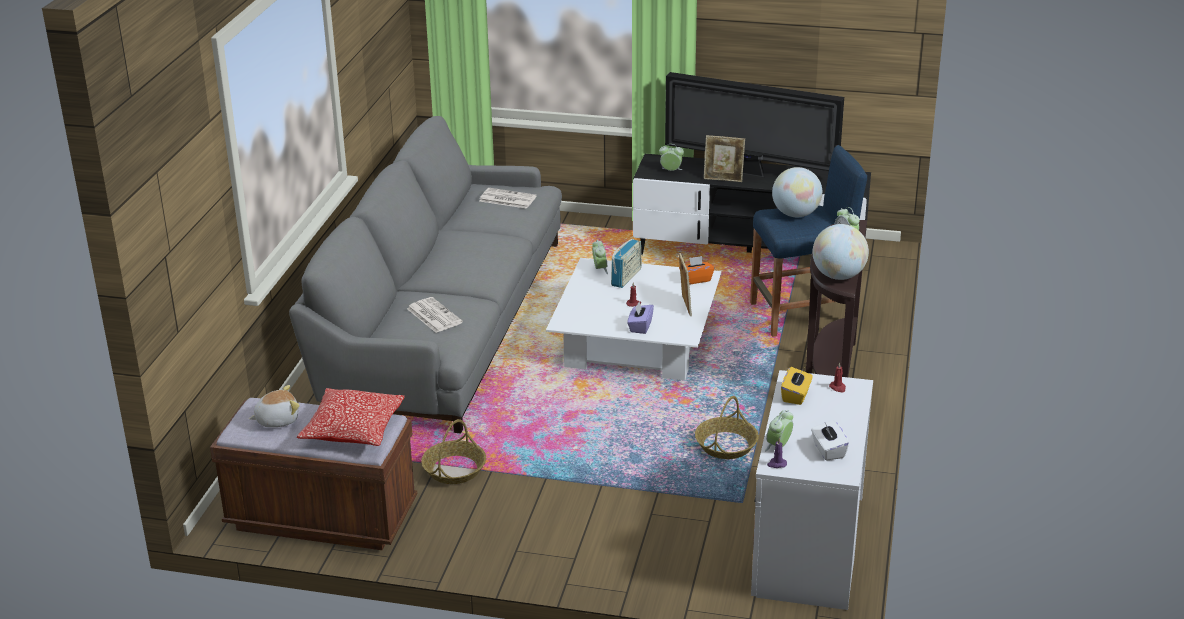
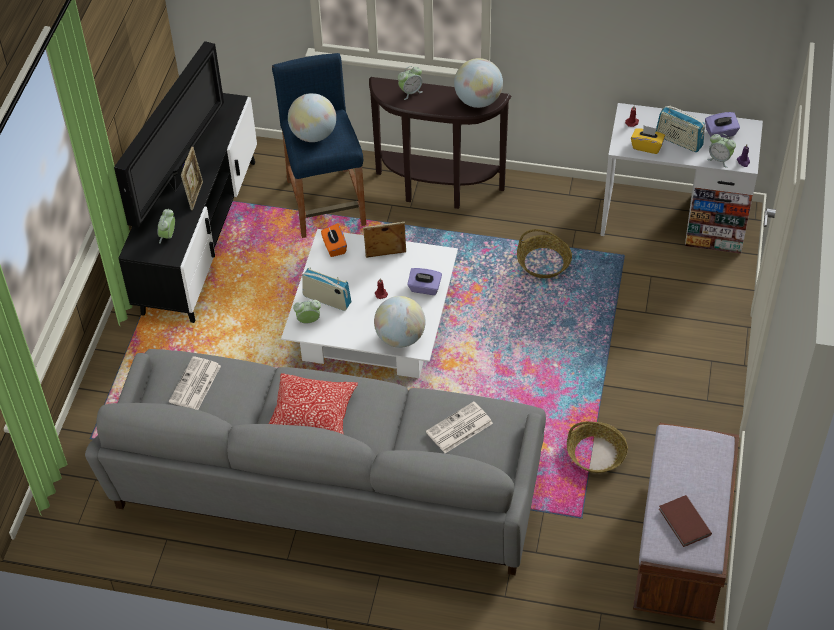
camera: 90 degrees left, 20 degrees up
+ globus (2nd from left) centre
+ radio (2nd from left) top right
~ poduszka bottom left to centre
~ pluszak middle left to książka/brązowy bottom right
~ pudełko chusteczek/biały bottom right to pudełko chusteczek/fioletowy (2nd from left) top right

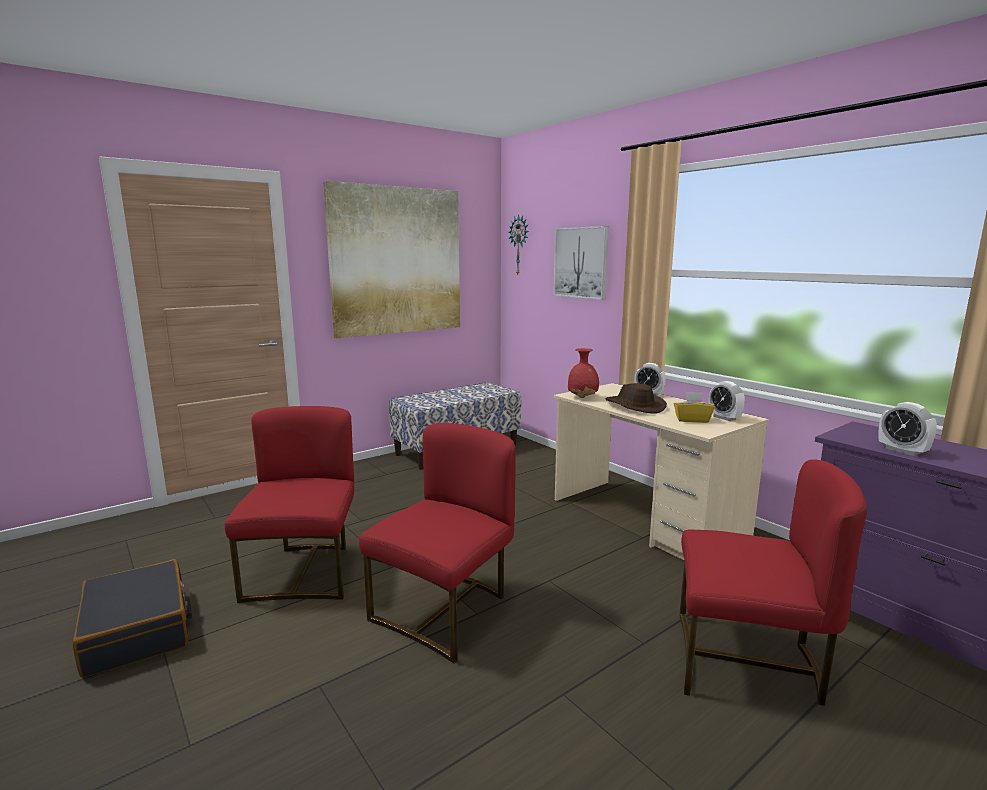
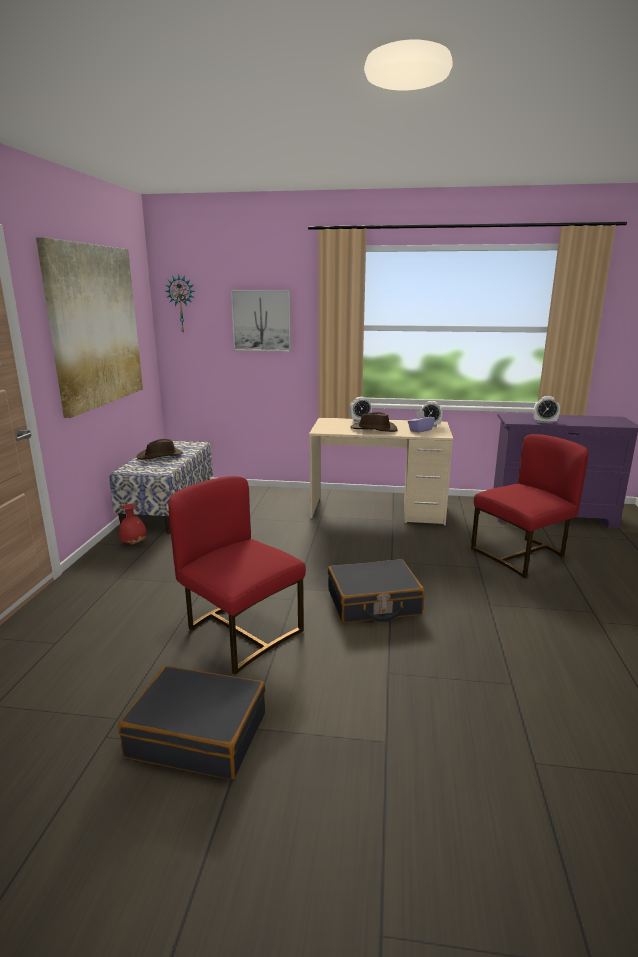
camera: 45 degrees left, 5 degrees up
+ kapelusz/brązowy (1st from left) middle left
~ wazon/czerwony centre to middle left
~ krzesło/czerwony (2nd from left) bottom centre to walizka/czarny (2nd from left) centre
~ pudełko chusteczek/żółty middle right to pudełko chusteczek/fioletowy centre

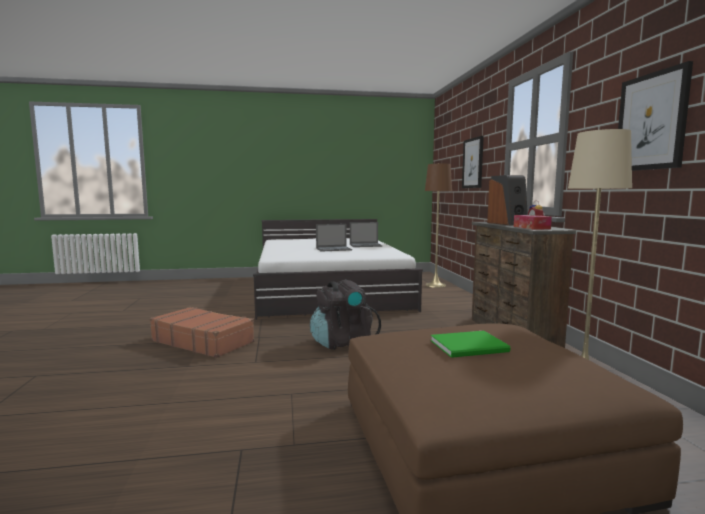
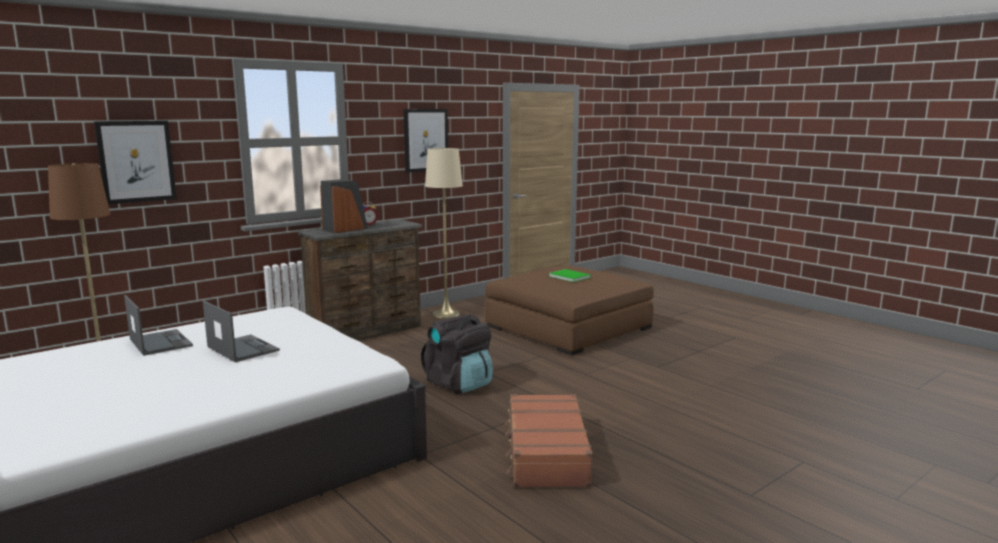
camera: 120 degrees left, 5 degrees up
- pudełko chusteczek middle right

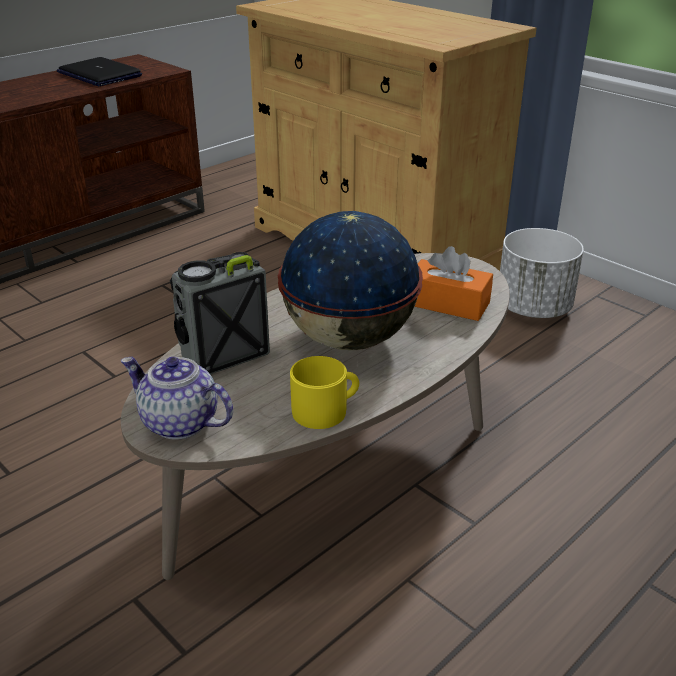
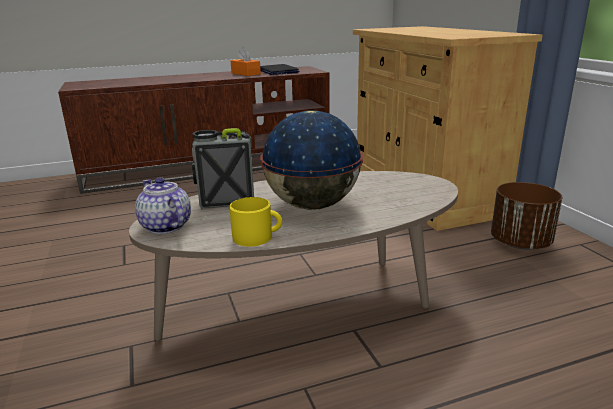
camera: 25 degrees right, 10 degrees down
~ pudełko chusteczek/pomarańczowy middle right to top centre
~ donica/biały middle right to donica/brązowy middle right

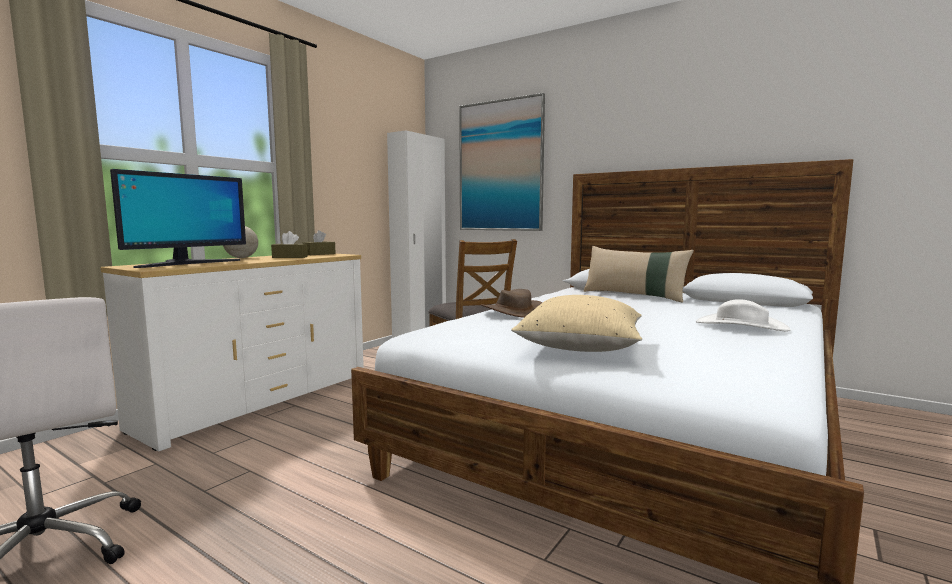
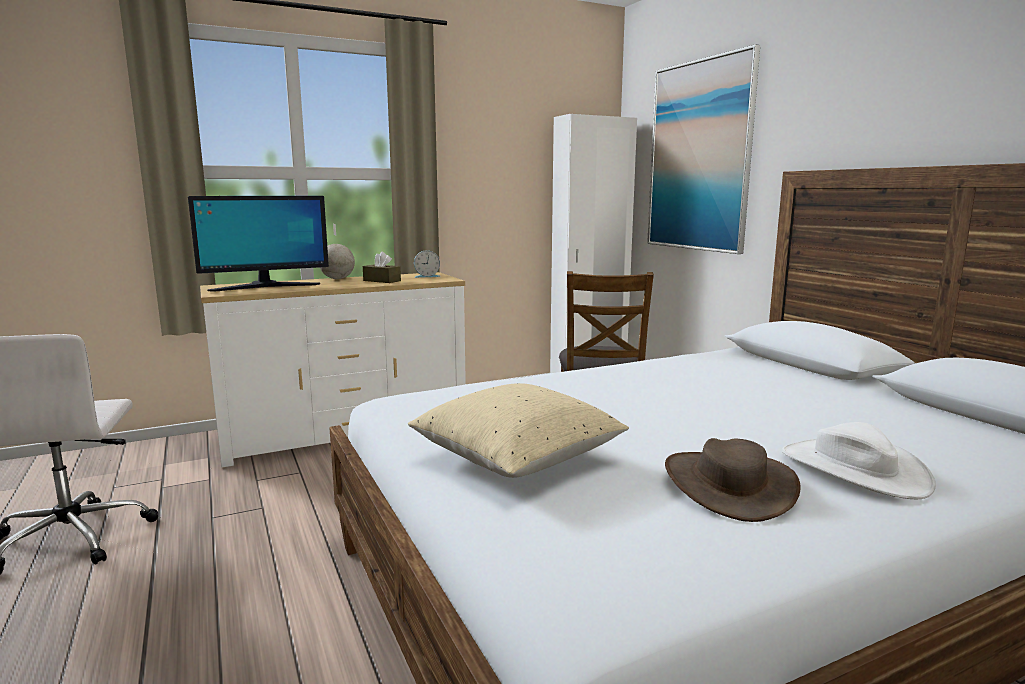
camera: 30 degrees right, 5 degrees up
- poduszka/beżowy (2nd from left) middle right
~ kapelusz/brązowy centre to bottom right
~ pudełko chusteczek/brązowy (2nd from left) centre to budzik centre

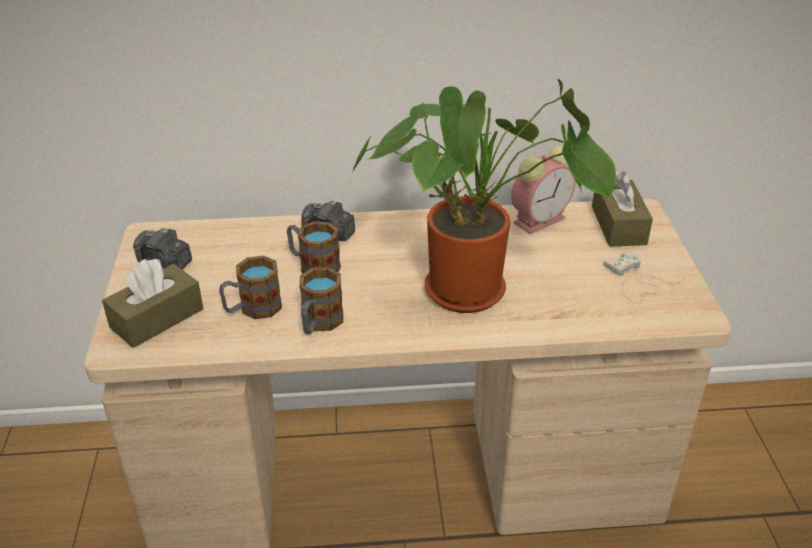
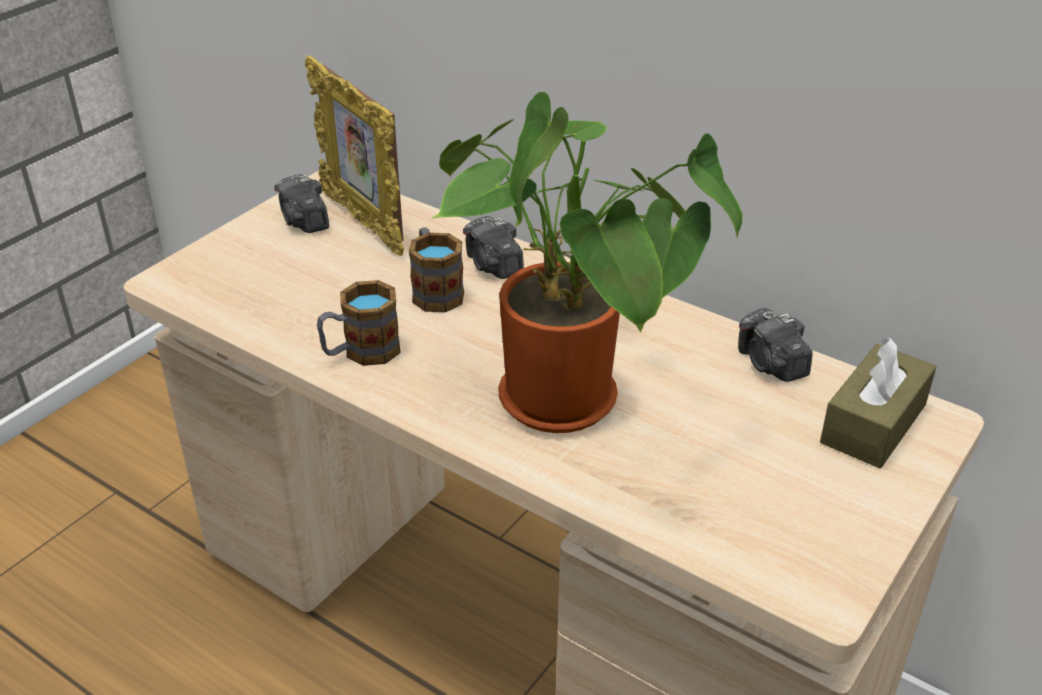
camera: 40 degrees right, 0 degrees up
- pudełko chusteczek/brązowy (1st from left) middle left
- kubek (1st from left) middle left
- pad do gier/biały middle right
+ ramka na zdjęcie top centre
~ budzik middle right to aparat fotograficzny (3rd from left) middle right

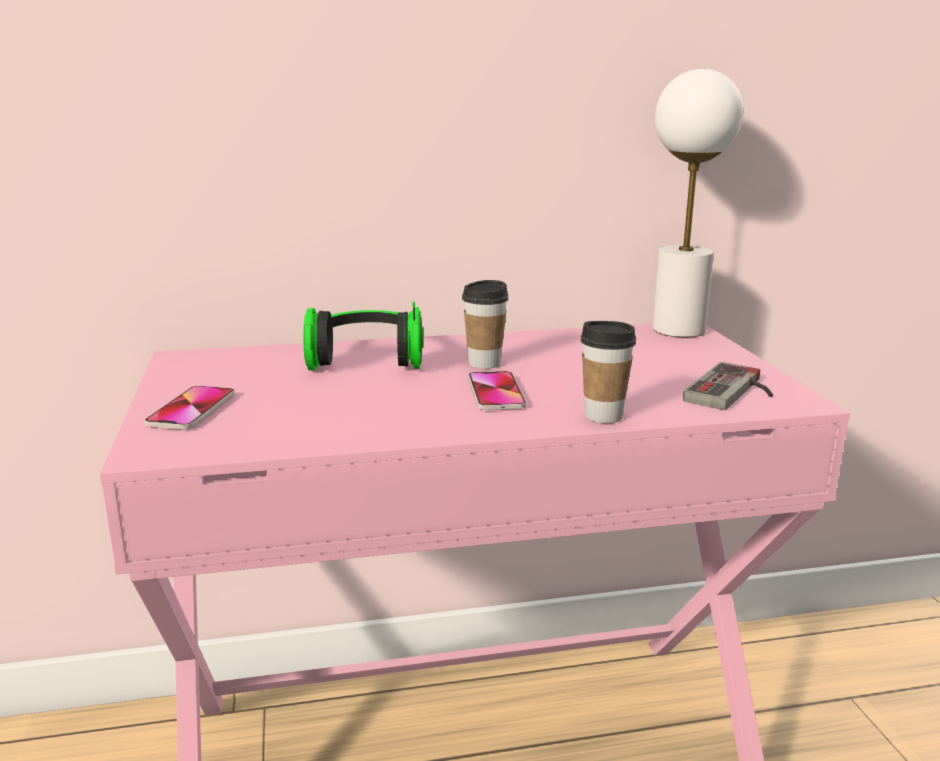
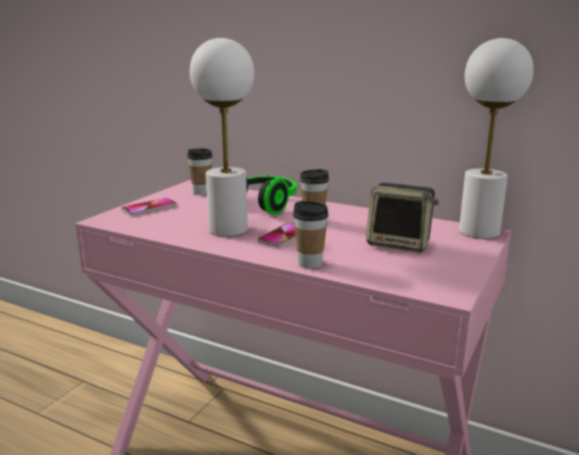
camera: 40 degrees right, 0 degrees up
- pad do gier middle right
+ filiżanka (1st from left) centre
+ lampa stołowa/biały (1st from left) top centre
+ głośnik middle right

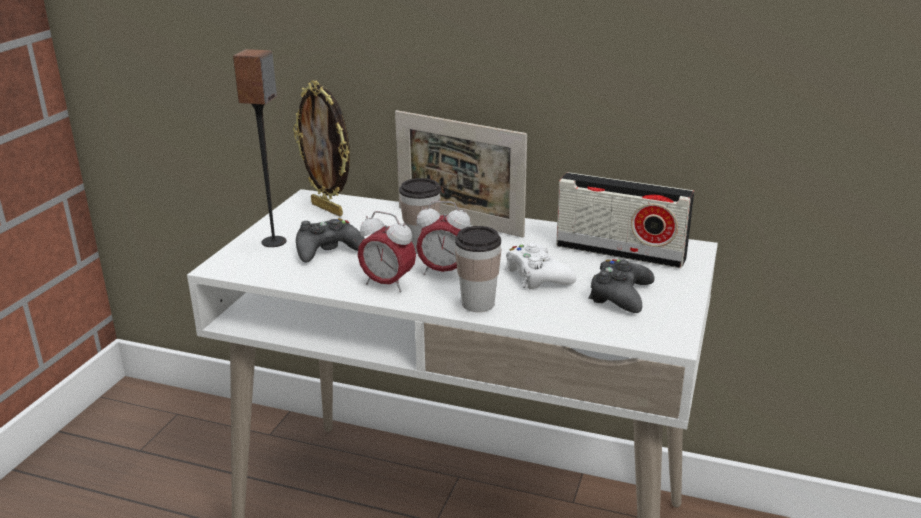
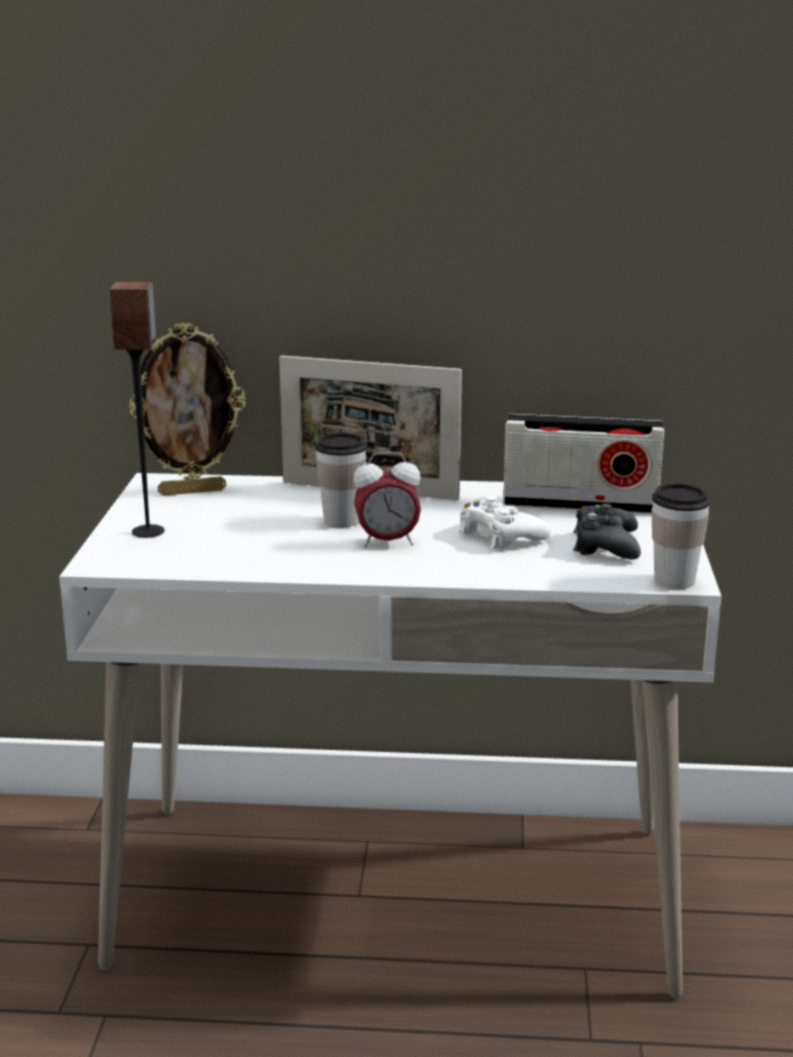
camera: 15 degrees left, 5 degrees down
- pad do gier/czarny (1st from left) centre
- budzik (1st from left) centre
~ filiżanka (2nd from left) centre to middle right
~ ramka na zdjęcie (1st from left) top centre = middle left 45 degrees counterclockwise

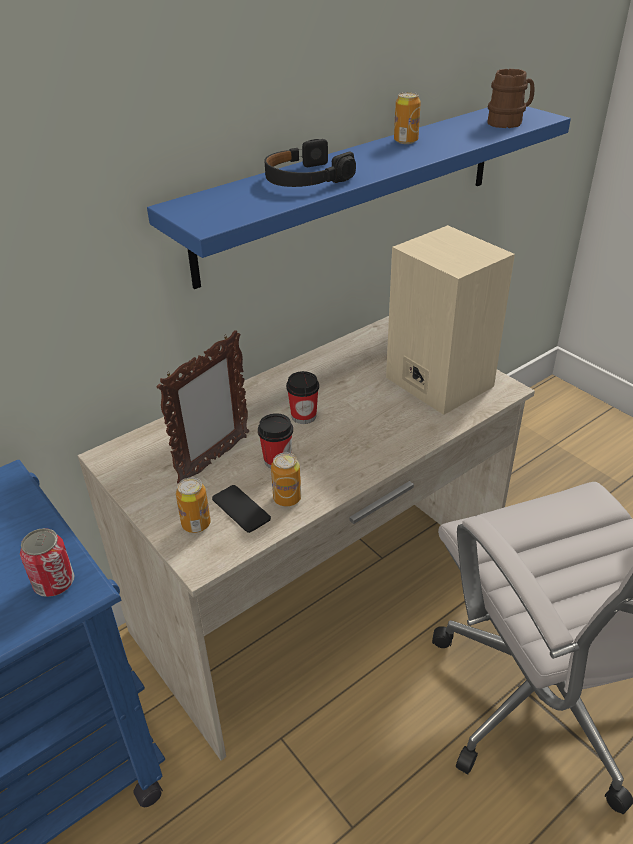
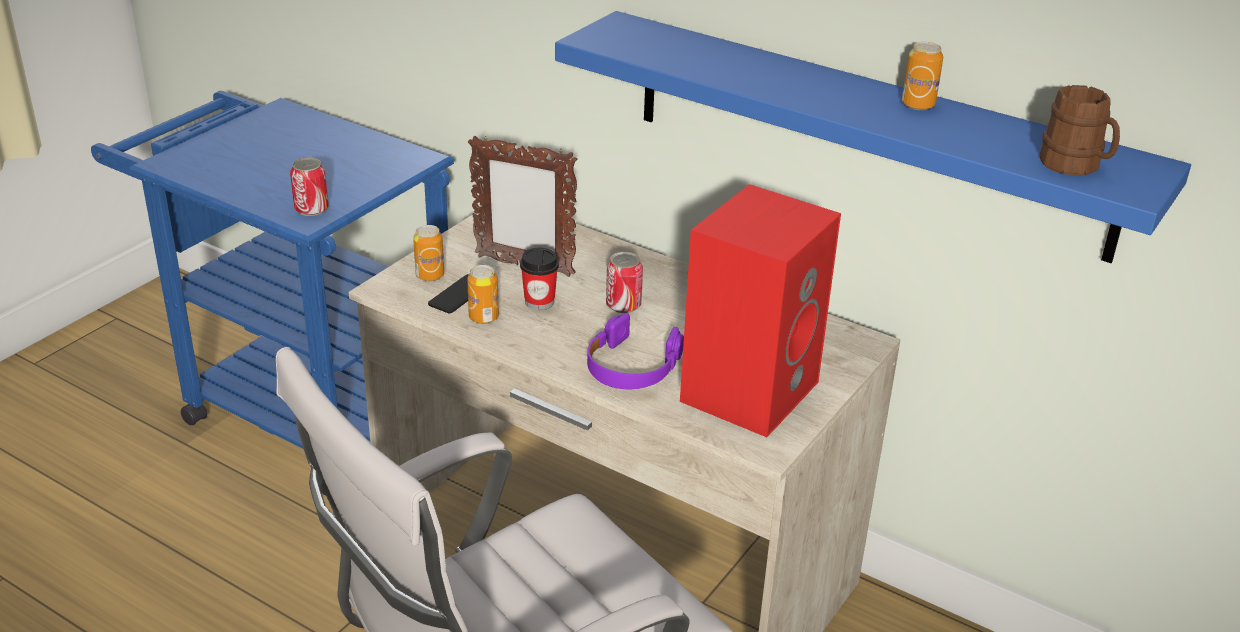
camera: 70 degrees right, 5 degrees down
- słuchawki/czarny top centre
+ słuchawki/fioletowy centre
~ filiżanka (2nd from left) centre to puszka (4th from left) centre
~ głośnik/beżowy middle right to głośnik/czerwony centre

